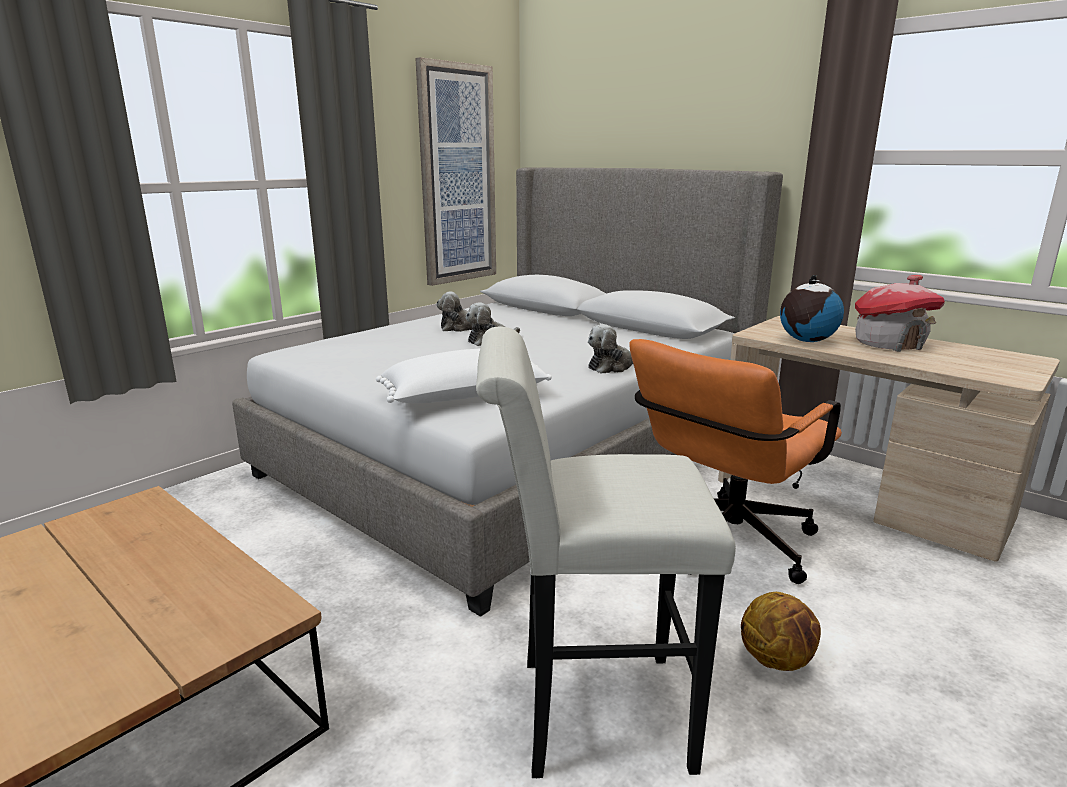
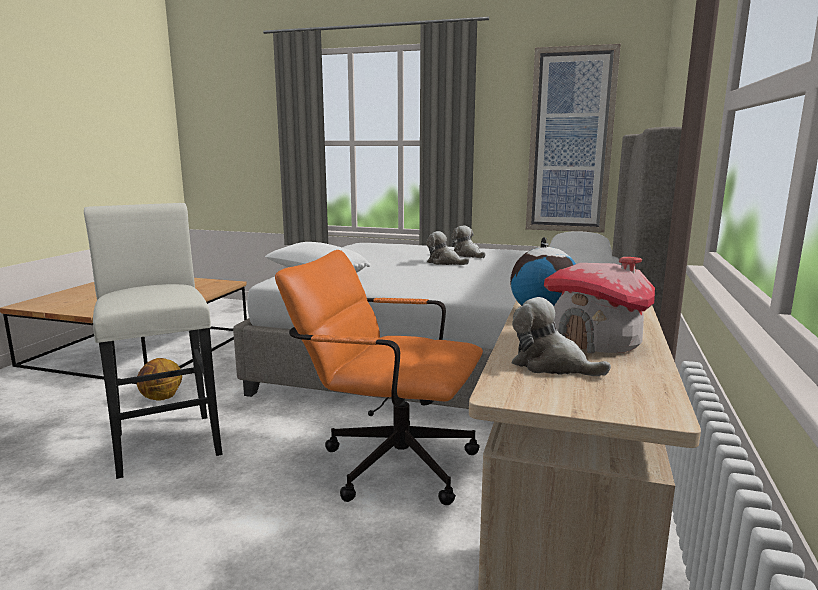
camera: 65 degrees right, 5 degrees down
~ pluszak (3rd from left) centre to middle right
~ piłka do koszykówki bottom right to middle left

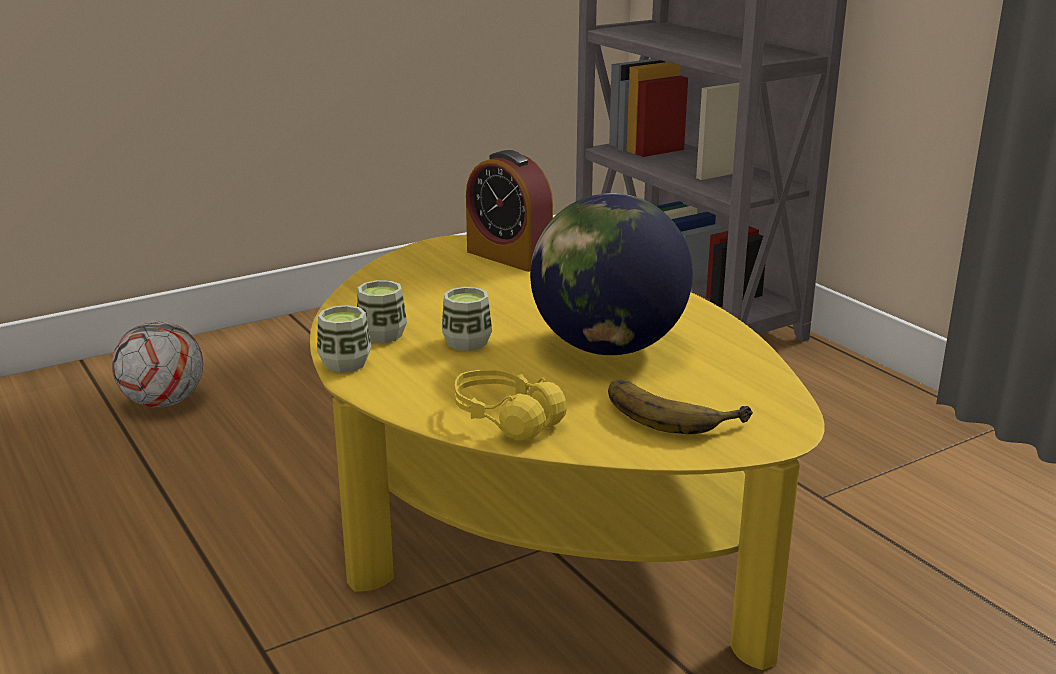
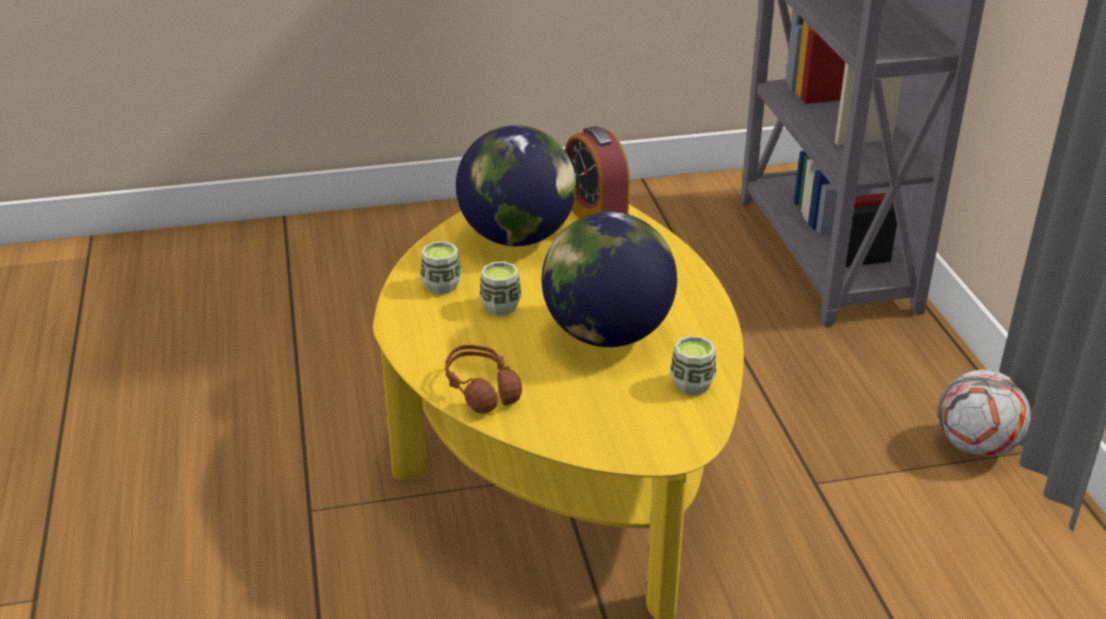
camera: 20 degrees right, 10 degrees up
- banan centre
+ globus (1st from left) top centre
~ piłka futbolowa middle left to bottom right
~ filiżanka (1st from left in the first image) middle left to filiżanka (3rd from left) centre
~ słuchawki/żółty centre to słuchawki/brązowy centre

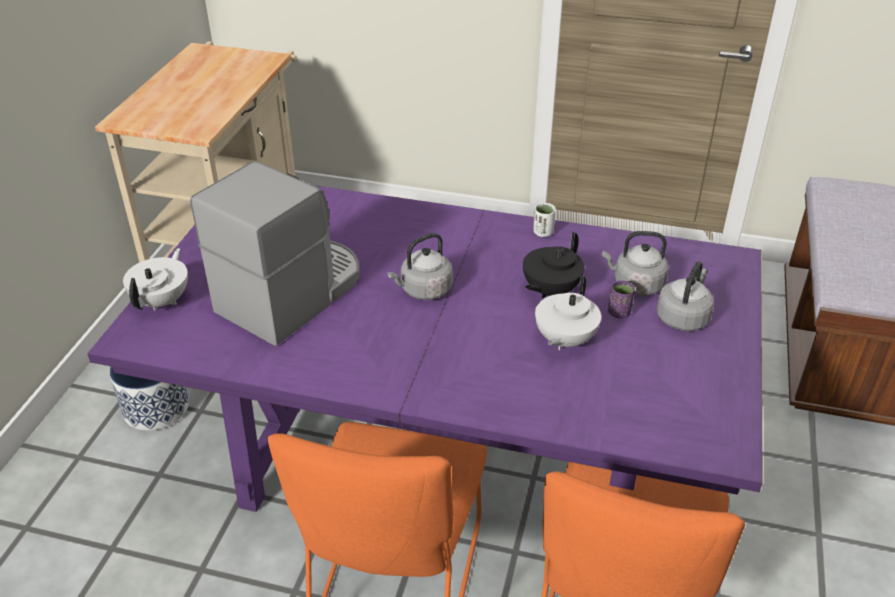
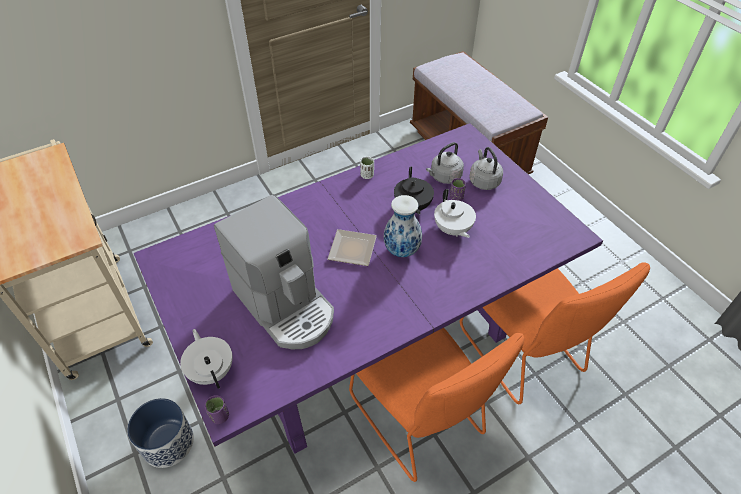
camera: 45 degrees left, 10 degrees up
+ filiżanka/fioletowy (1st from left) bottom left
+ wazon centre
~ czajnik/szary (1st from left) centre to talerz centre
~ ekspres do kawy middle left = centre 150 degrees clockwise

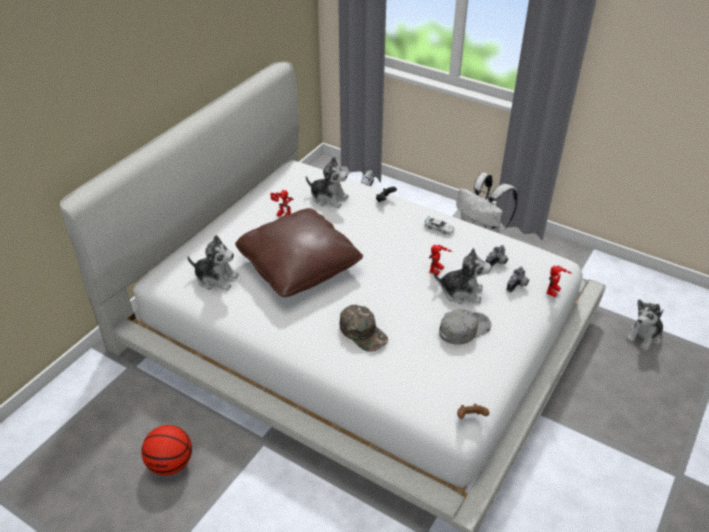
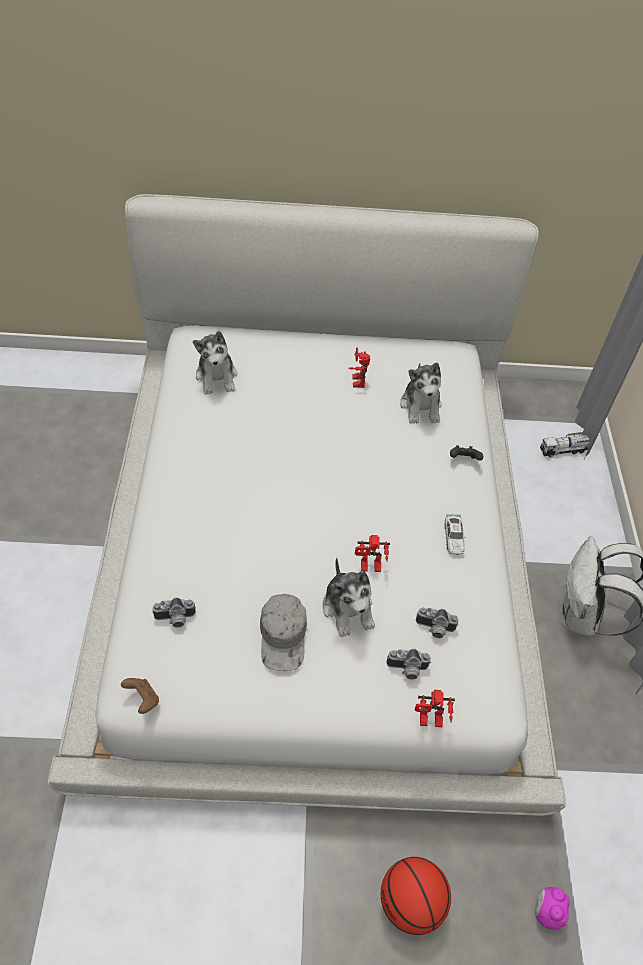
camera: 55 degrees right, 10 degrees up
- poduszka/brązowy centre
- czapka z daszkiem/zielony centre
+ aparat fotograficzny (1st from left) middle left
~ piłka do koszykówki bottom left to bottom centre
~ pluszak (4th from left) middle right to budzik bottom right
~ czapka z daszkiem/szary centre = centre 60 degrees clockwise

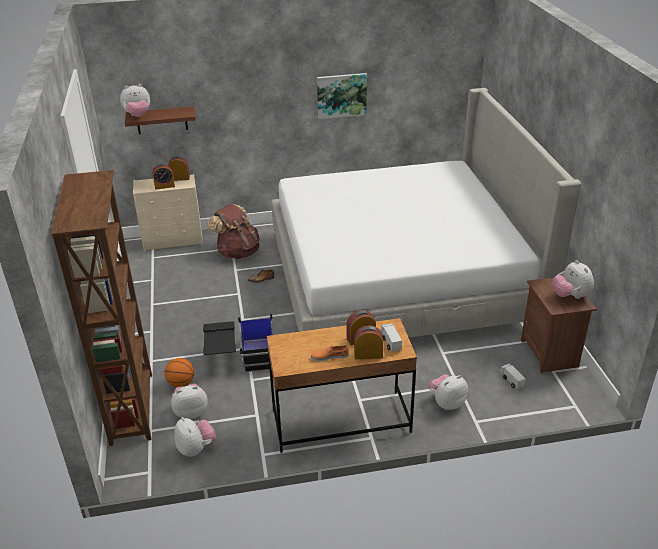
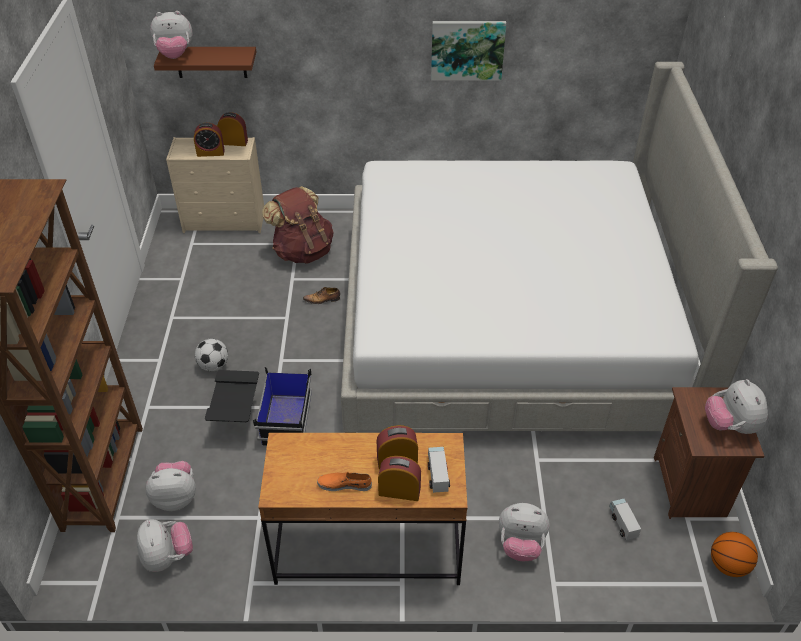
camera: 10 degrees right, 10 degrees up
+ piłka futbolowa middle left
~ piłka do koszykówki bottom left to bottom right
~ pluszak (4th from left) bottom right = bottom centre 150 degrees counterclockwise

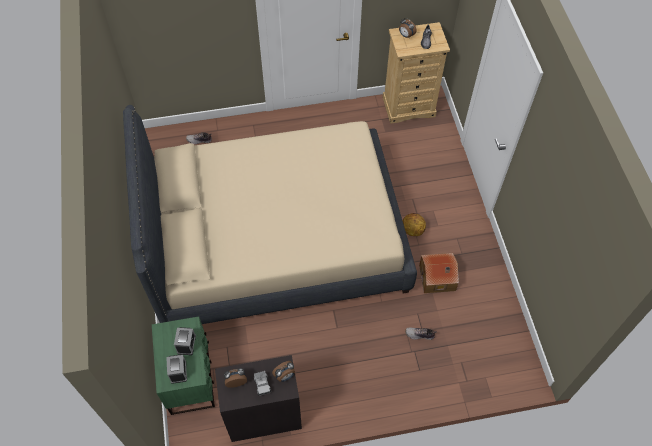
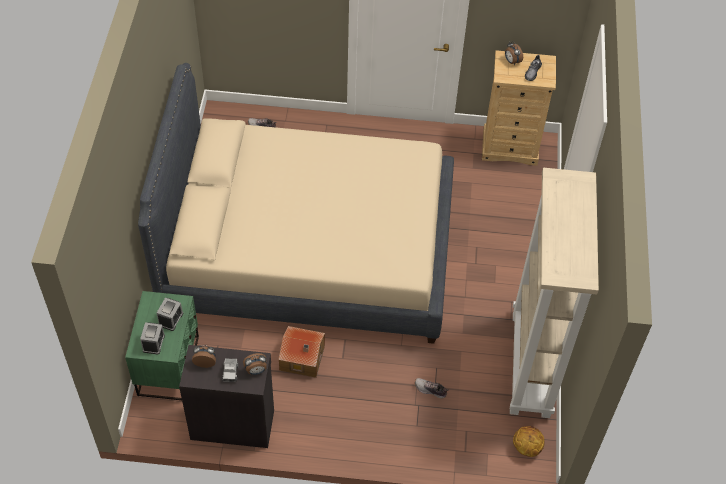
camera: 15 degrees right, 5 degrees down
+ regał/beżowy middle right
~ piłka do koszykówki centre to bottom right
~ domek middle right to bottom centre

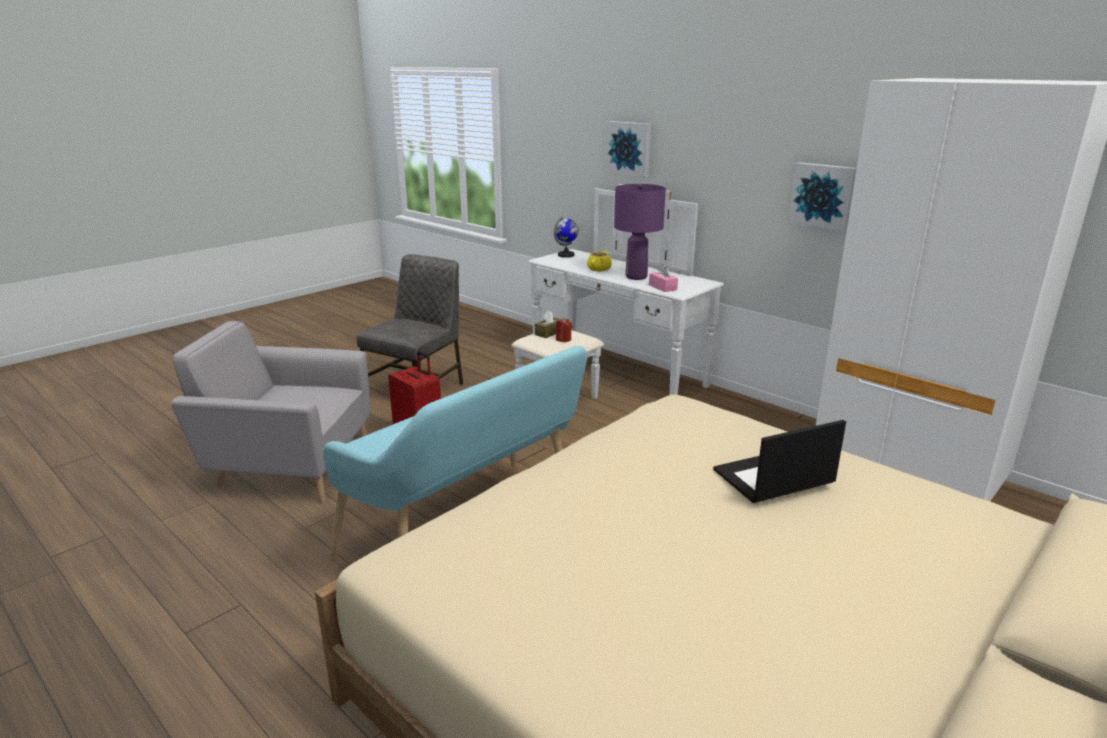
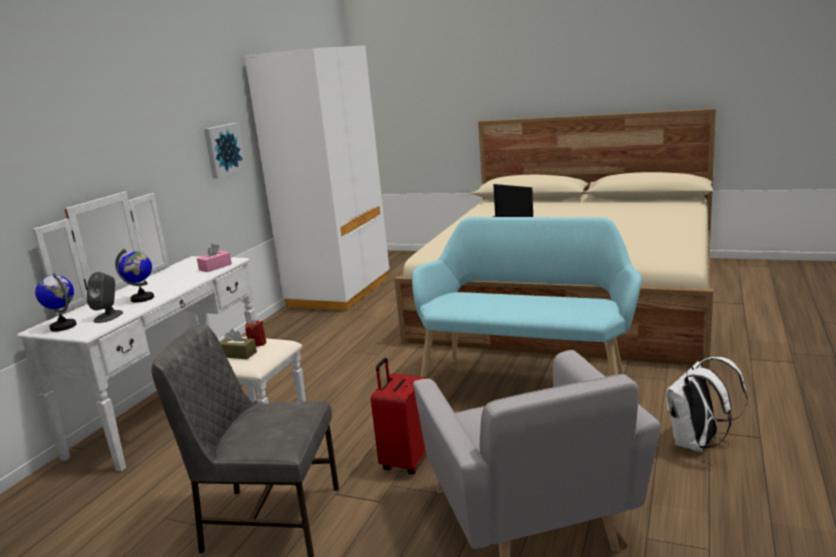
camera: 110 degrees left, 5 degrees down
- obraz (1st from left) top centre
- lampa stołowa/fioletowy top centre
+ głośnik/szary middle left
+ plecak/biały bottom right
~ imbryk/żółty centre to globus (2nd from left) middle left

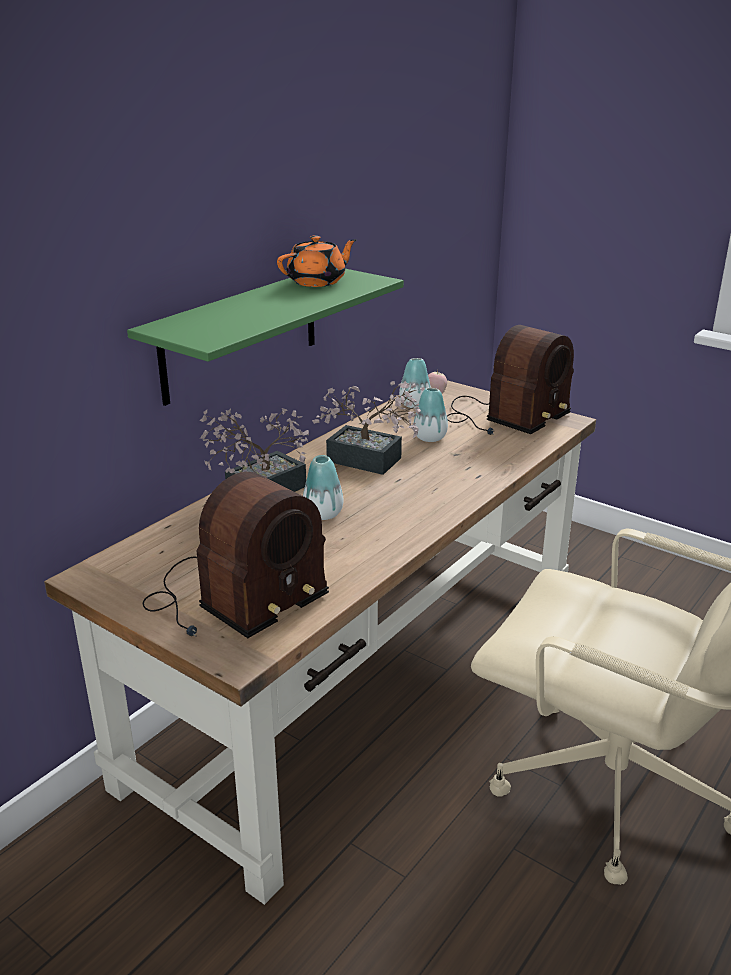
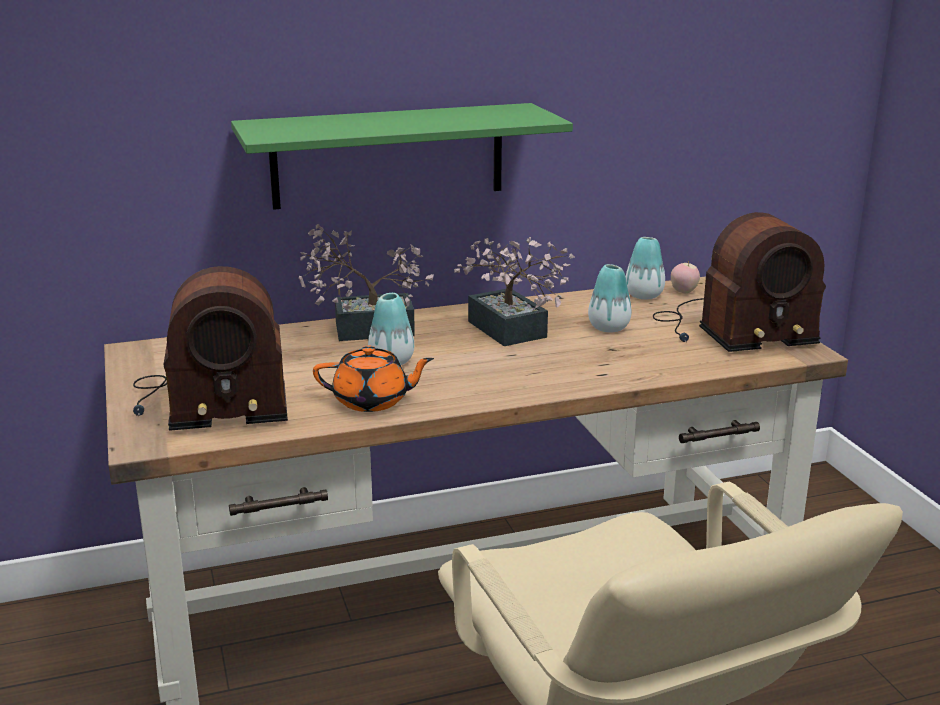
camera: 35 degrees right, 5 degrees down
~ imbryk/pomarańczowy top centre to centre

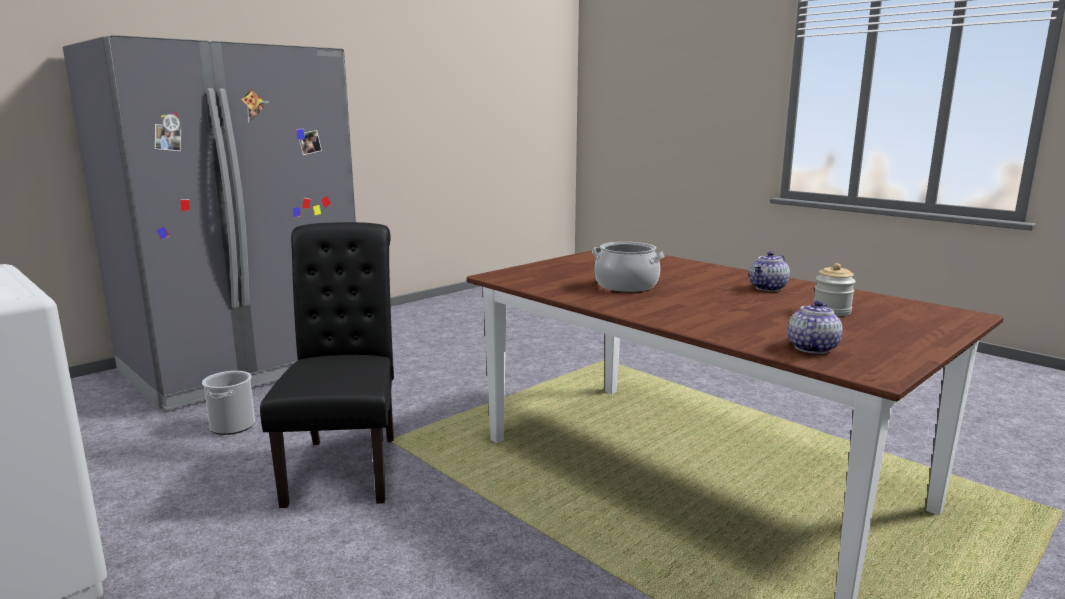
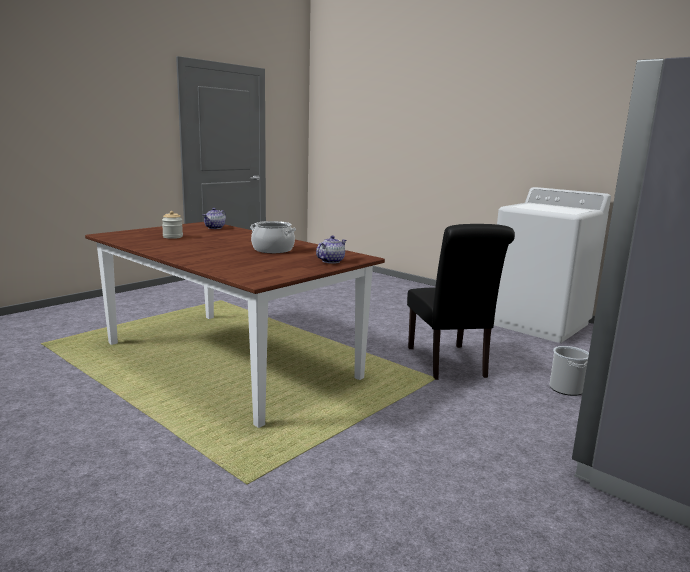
camera: 175 degrees right, 0 degrees up
~ imbryk (1st from left in the first image) middle right to imbryk (2nd from left) centre

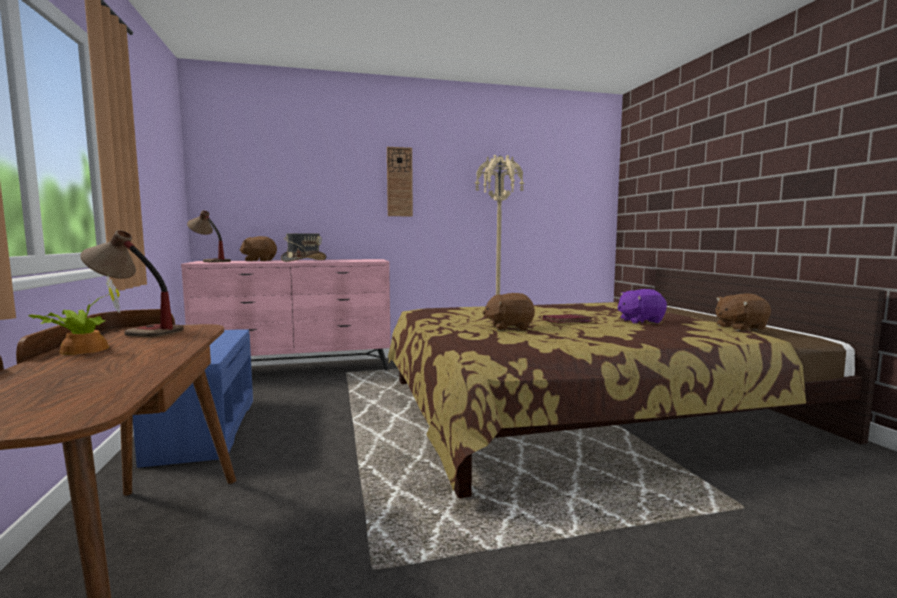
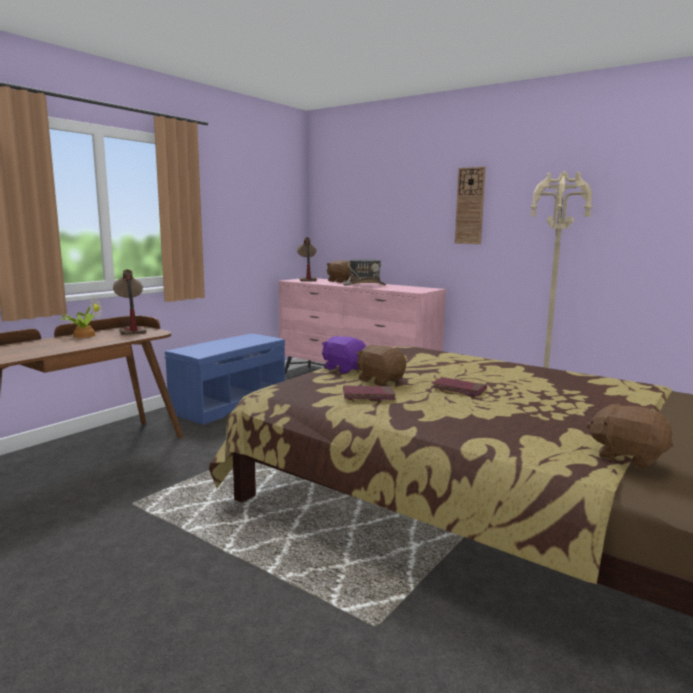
camera: 50 degrees right, 5 degrees up
+ książka/czerwony (1st from left) centre
~ pluszak/fioletowy middle right to centre

